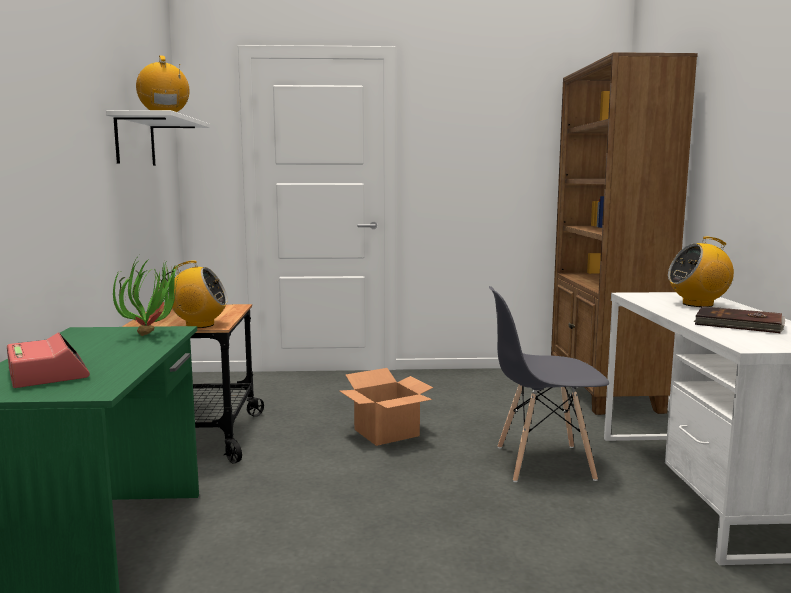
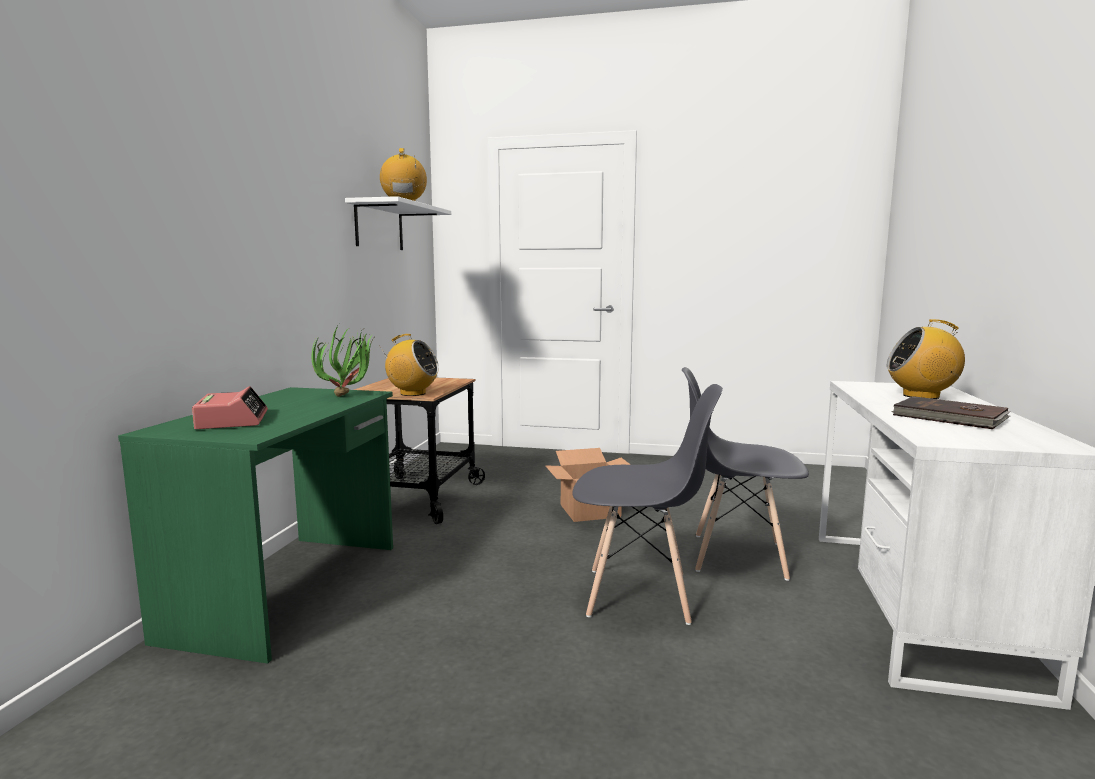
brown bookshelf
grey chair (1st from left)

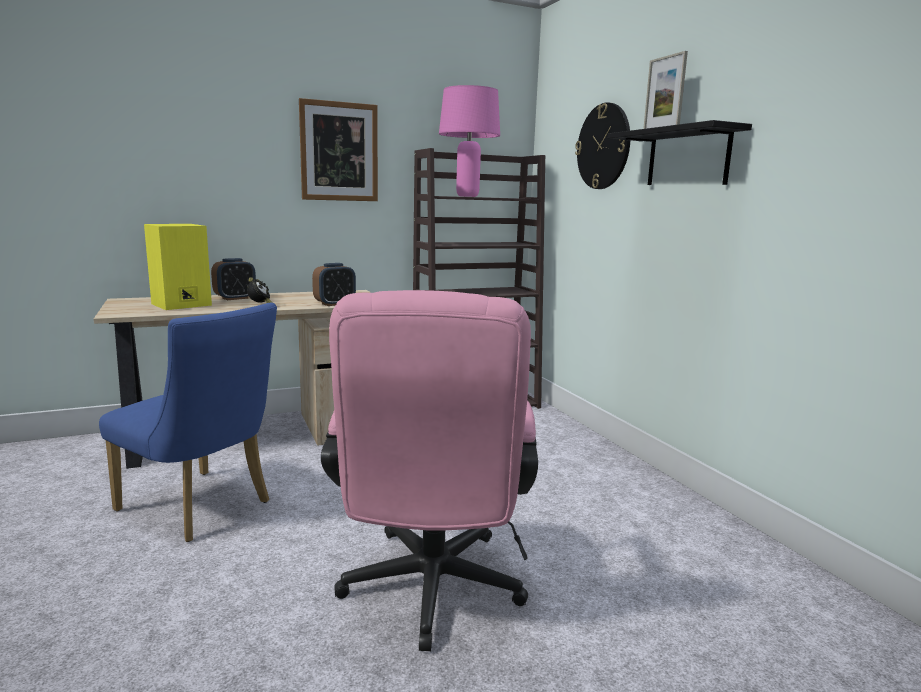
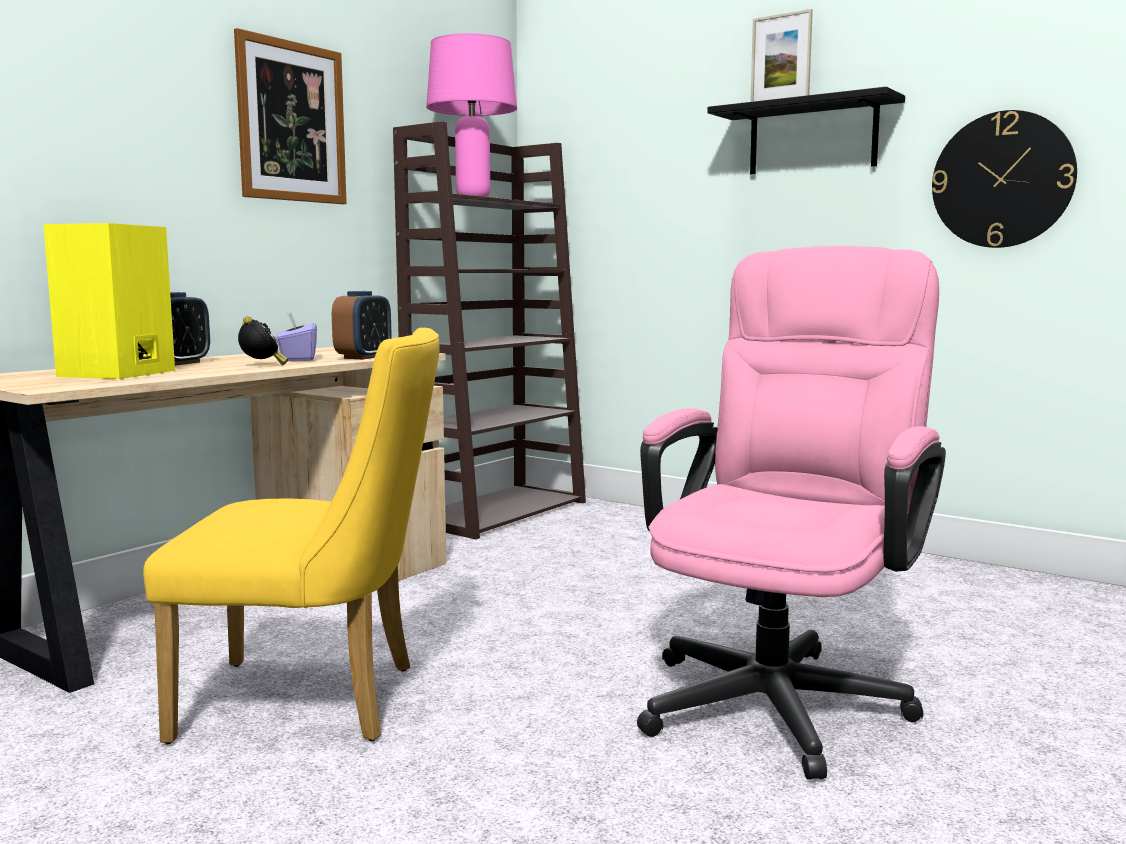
yellowish chair
pink-coloured office chair
hanging clock
purplish box of tissues

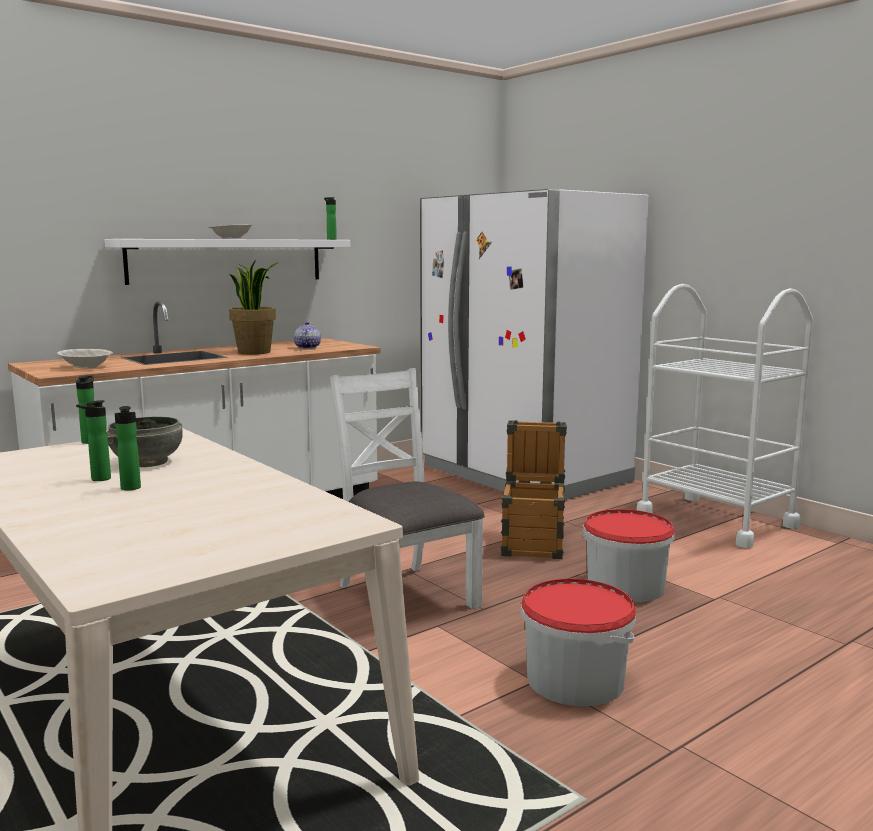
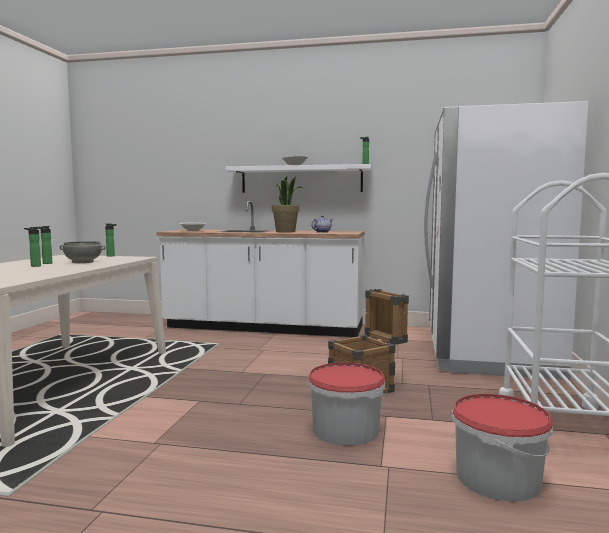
white chair
water bucket (2nd from left)

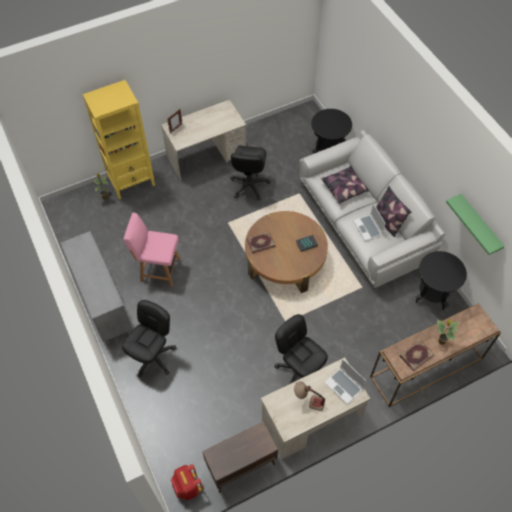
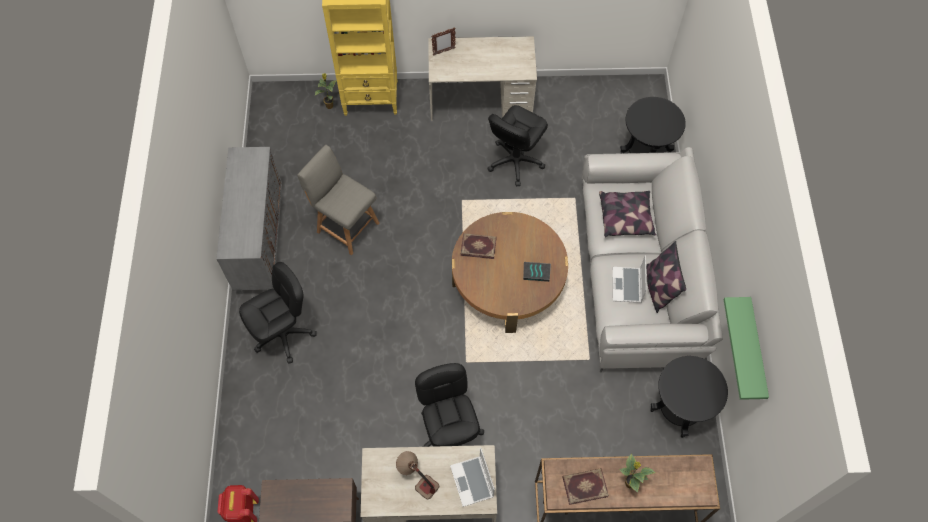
grey chair

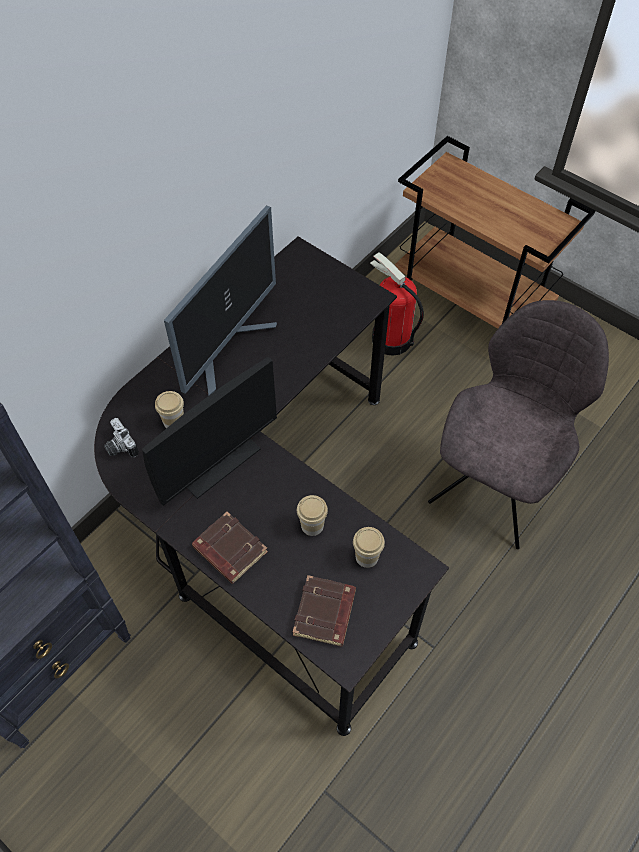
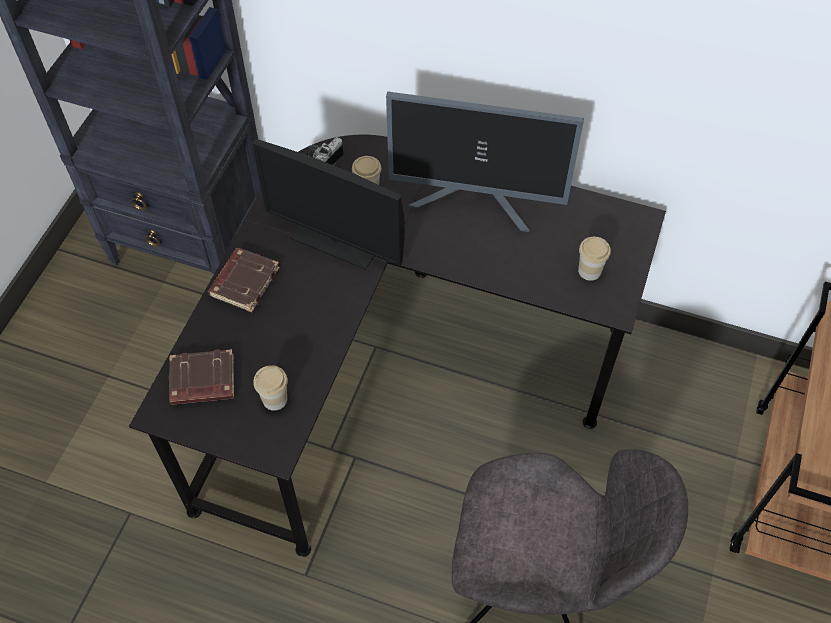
cup (3rd from left)
fire extinguisher

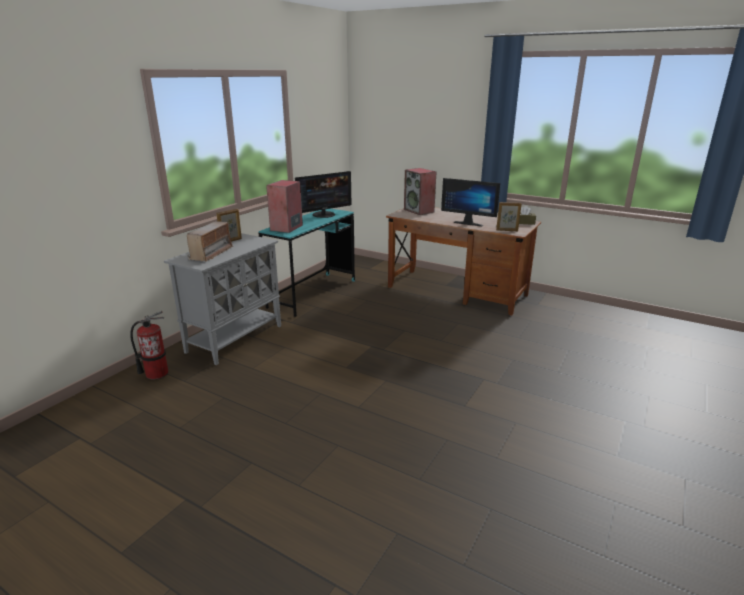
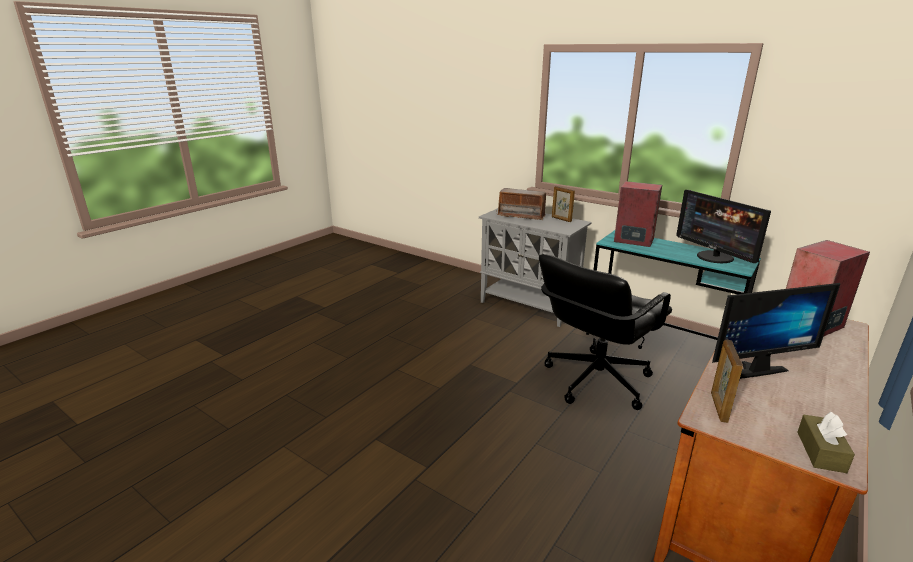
fire extinguisher
computer display (2nd from left)
black office chair

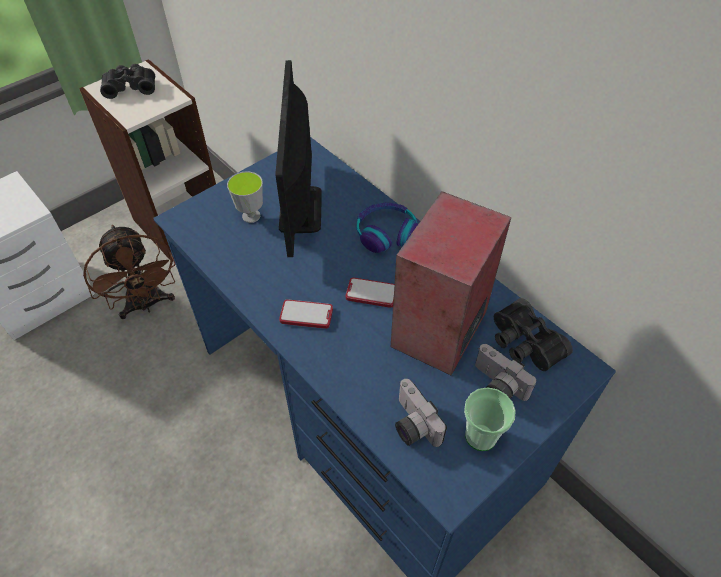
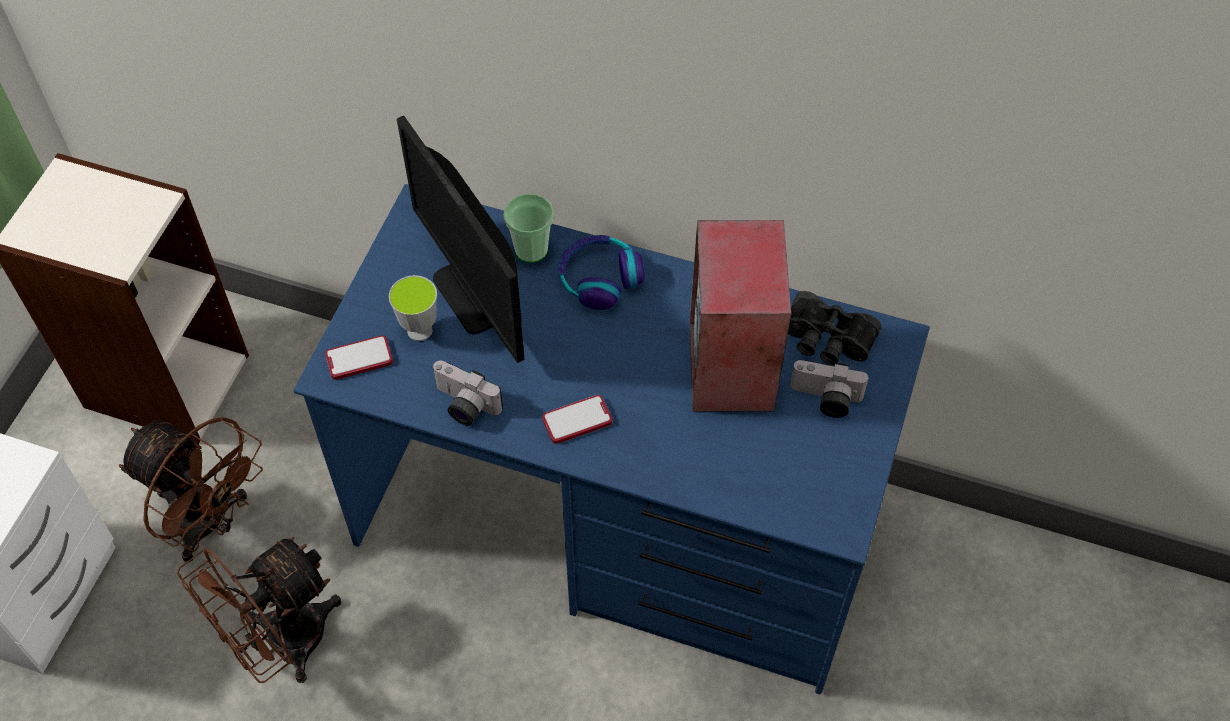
black field glasses (1st from left in the first image)
handset (1st from left)
photo camera (1st from left)
cup (2nd from left)
brown electric fan (2nd from left)

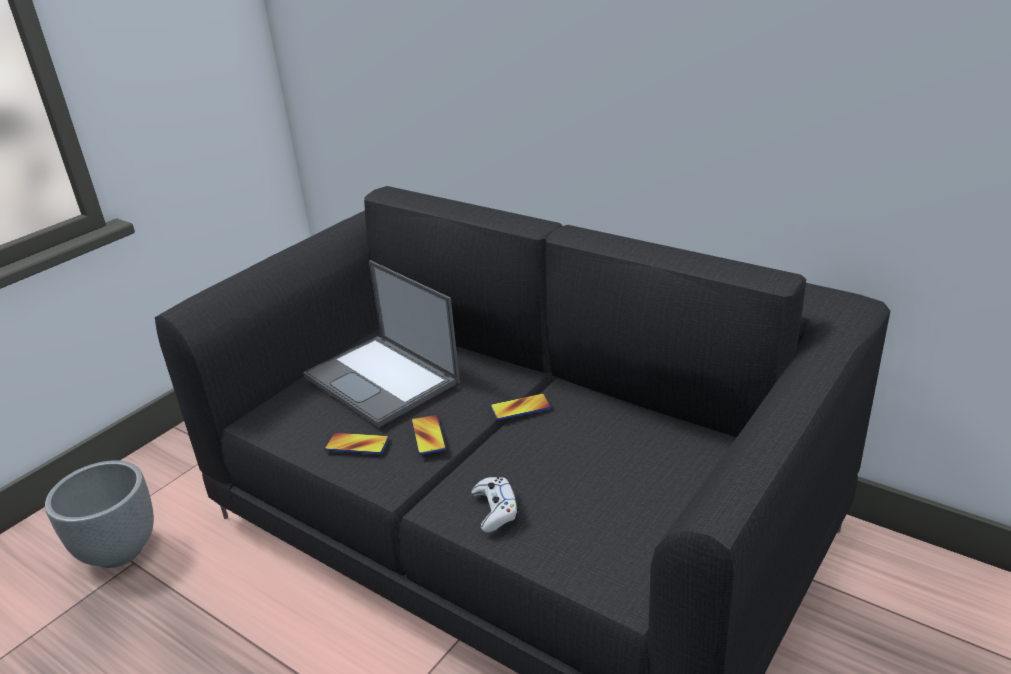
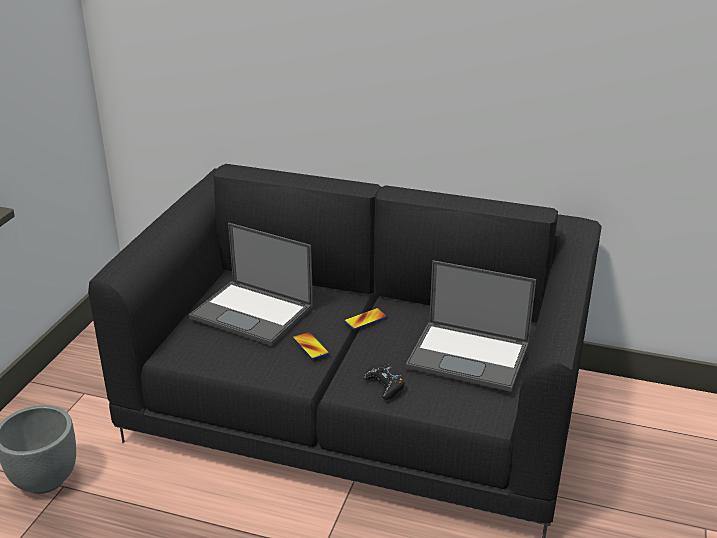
handset (1st from left in the first image)
black gamepad
laptop (2nd from left)

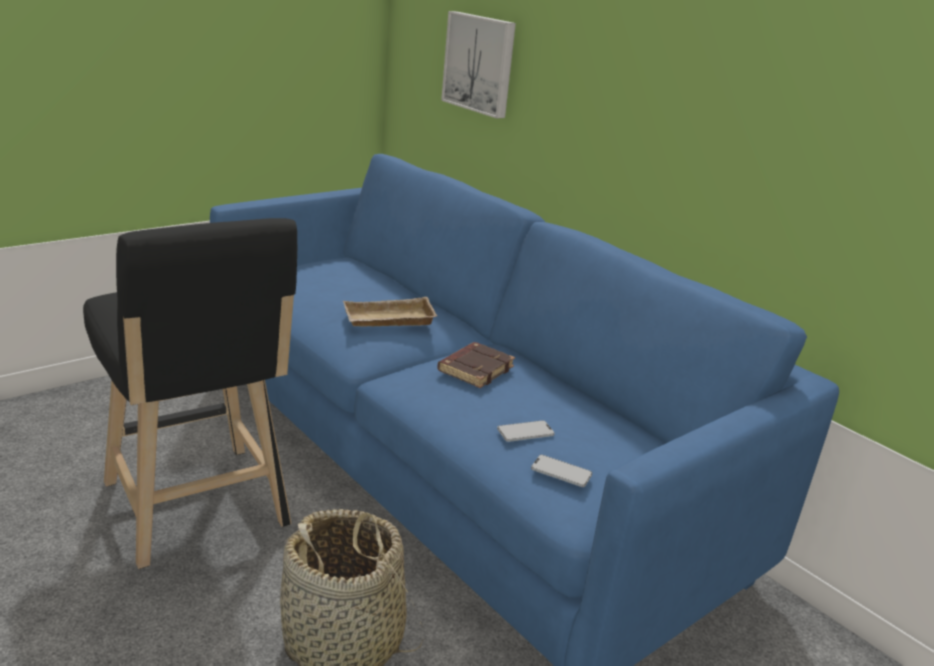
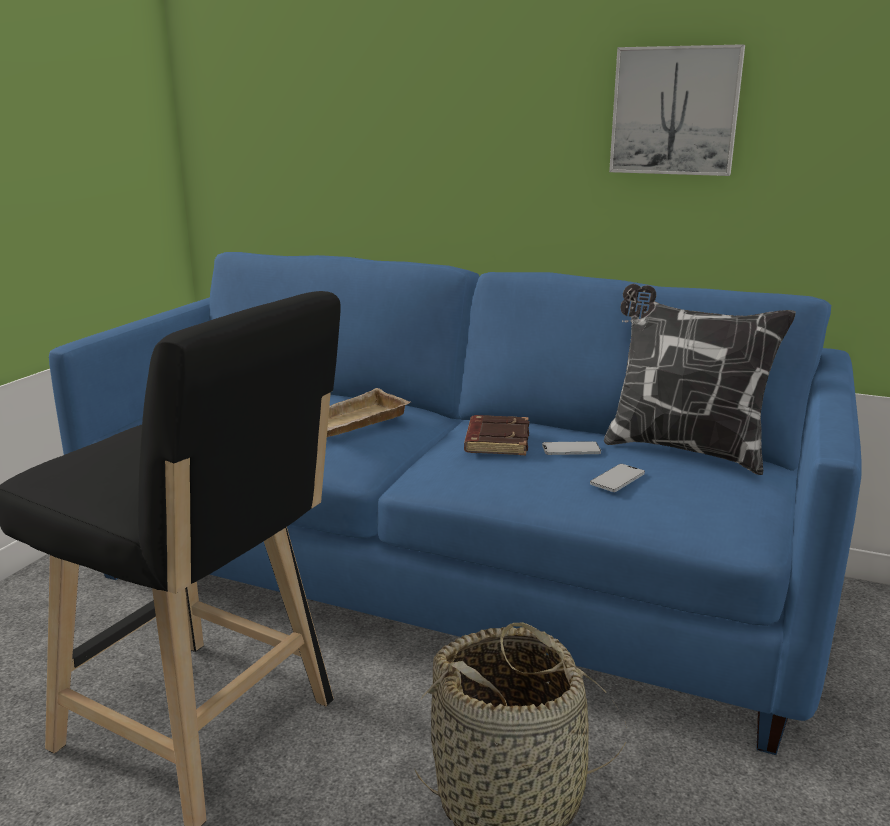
picture
handset (1st from left)
cushion

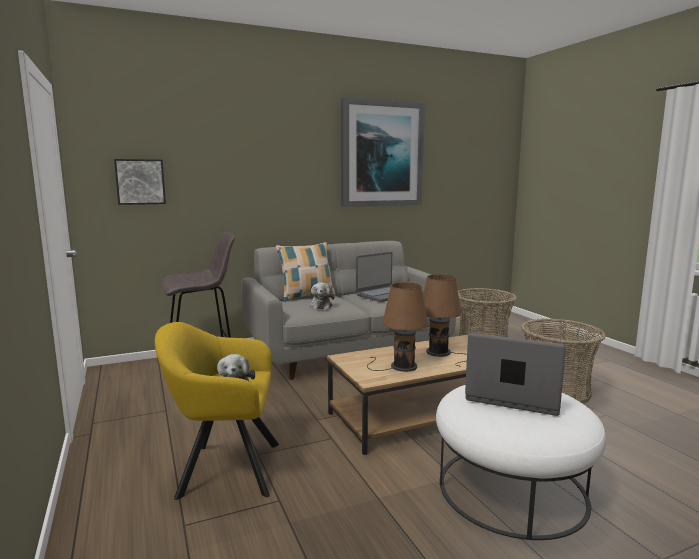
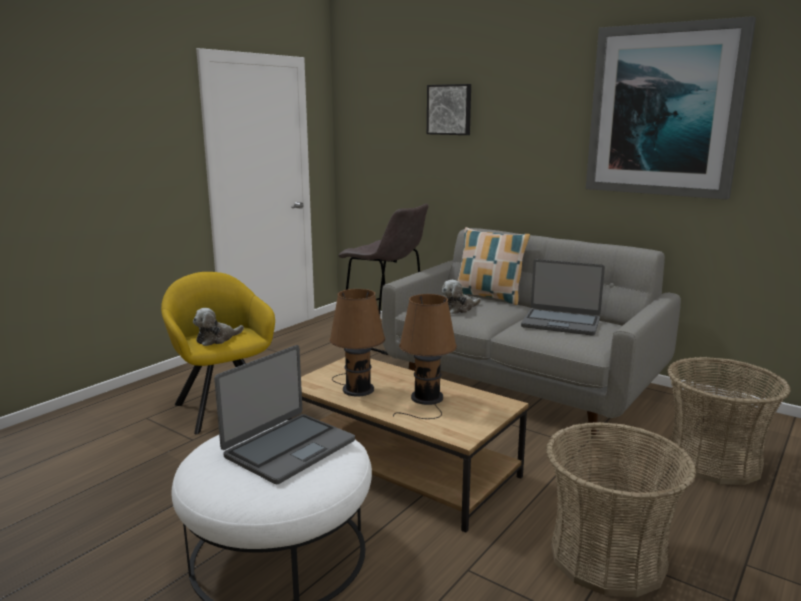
picture (1st from left)
laptop (1st from left)

